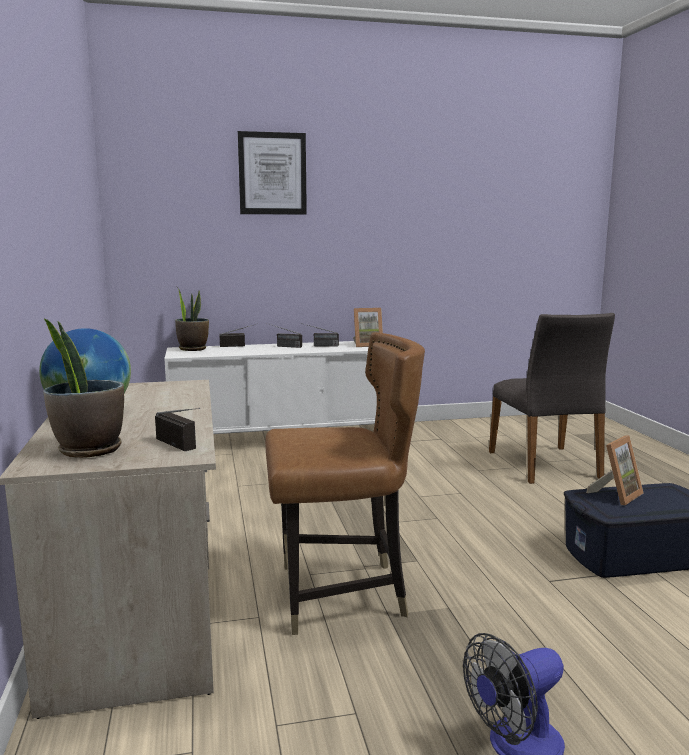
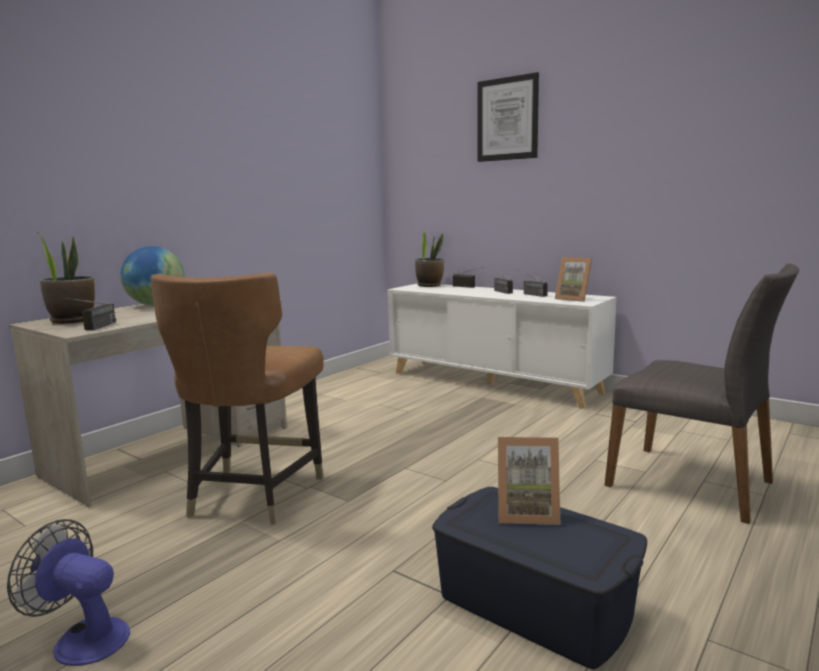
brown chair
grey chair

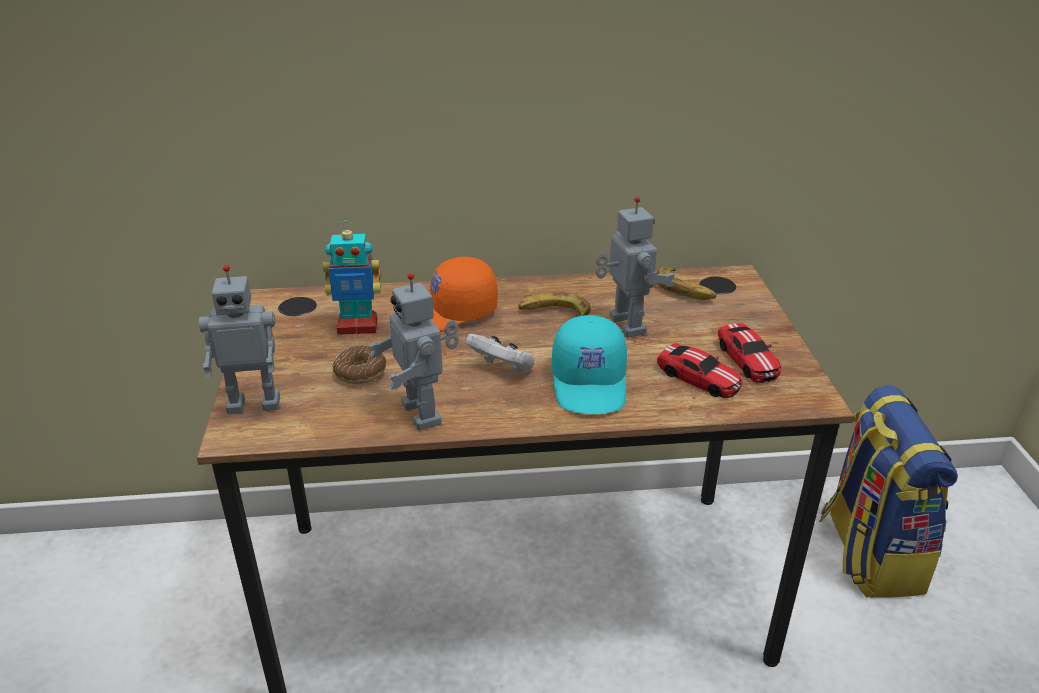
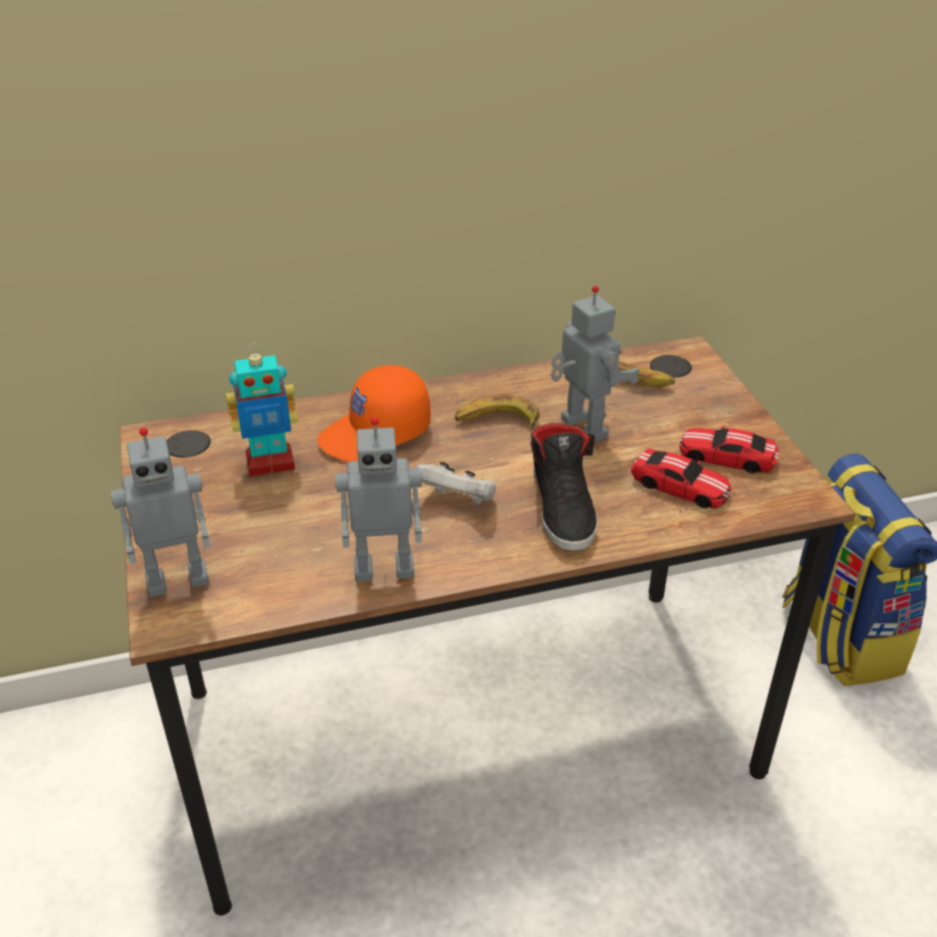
donut
model robot (3rd from left)
black low shoe
miniature car (2nd from left)

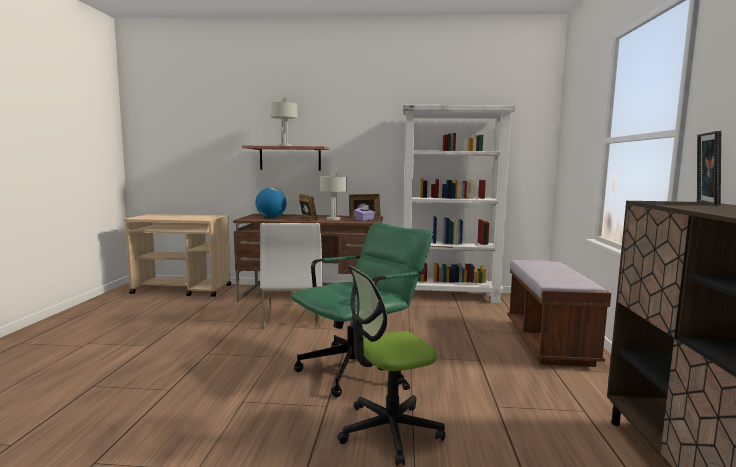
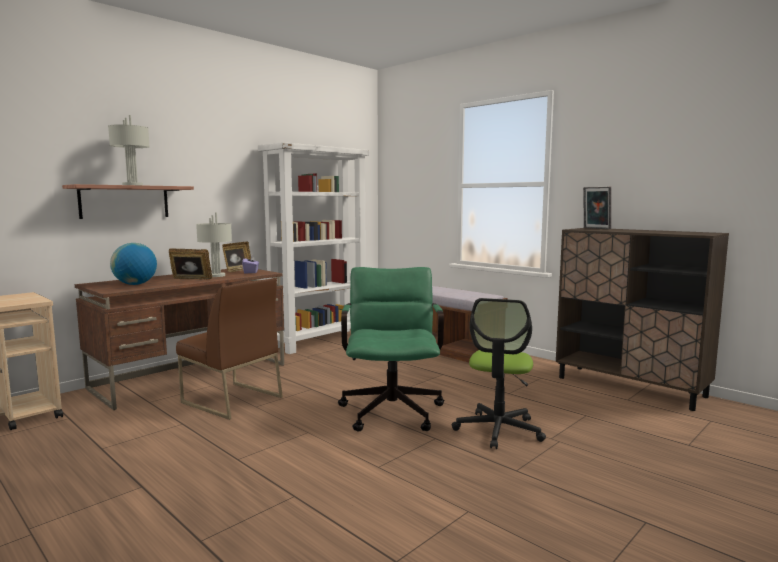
brown chair

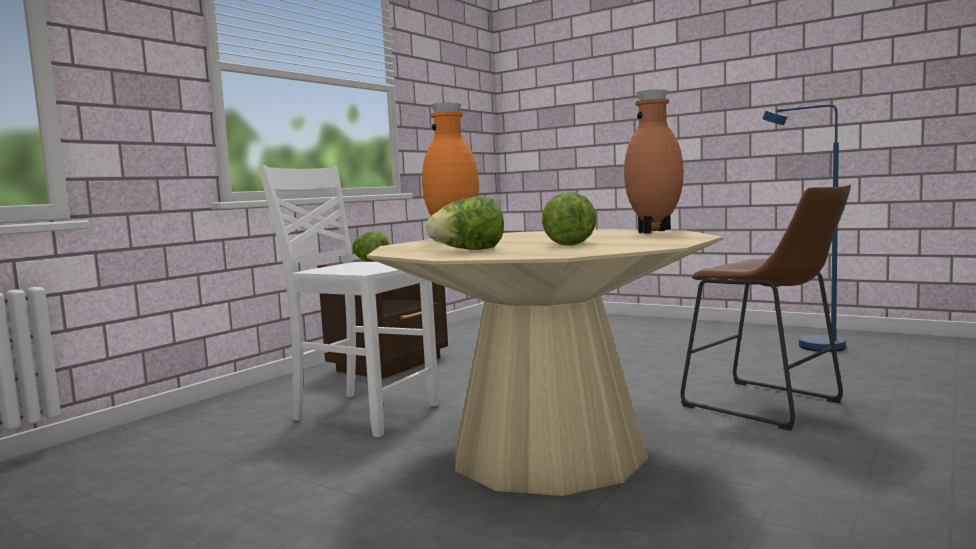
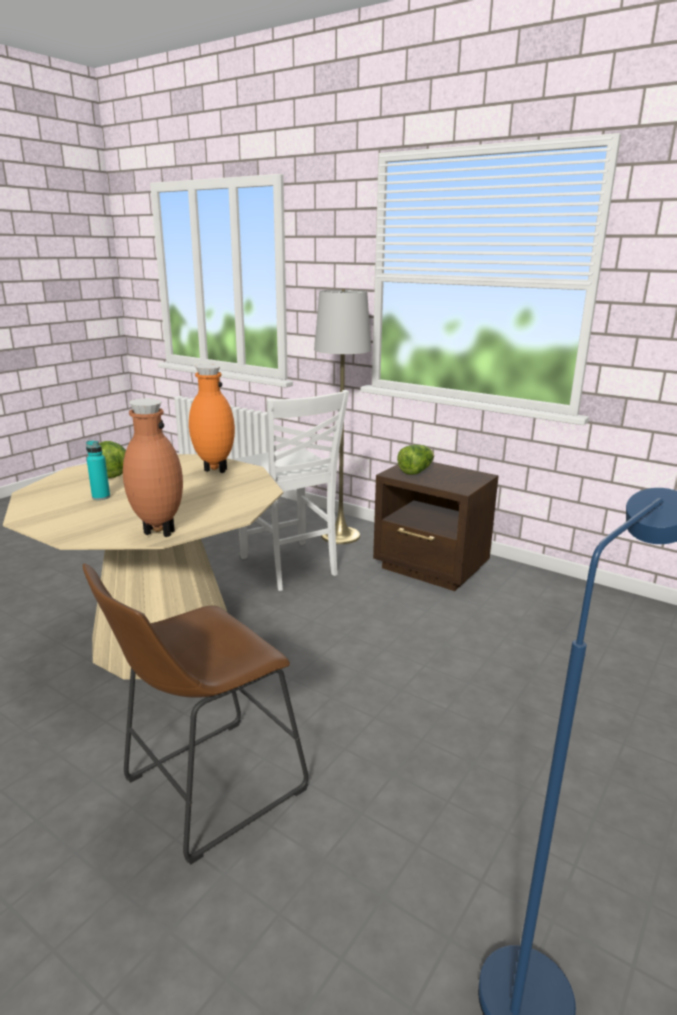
white chair
blue-green bottle
grey standard lamp

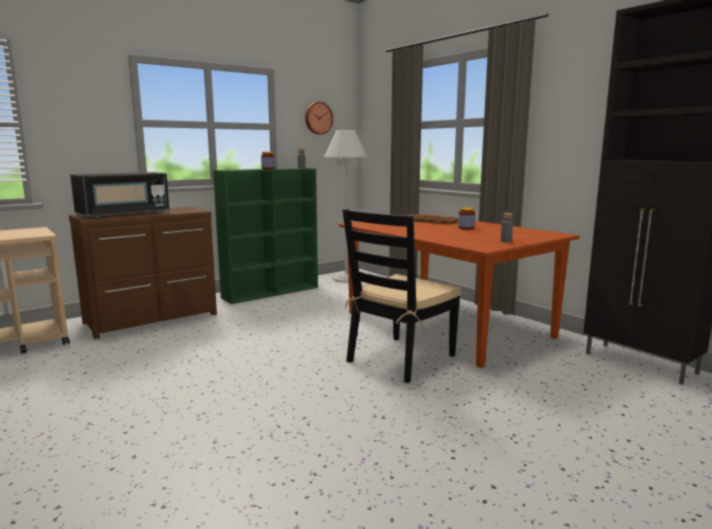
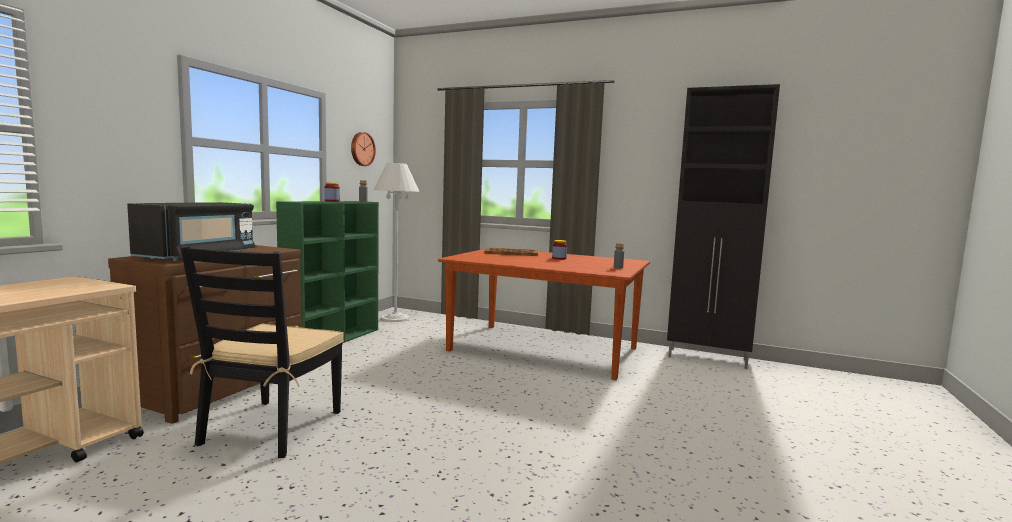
black chair

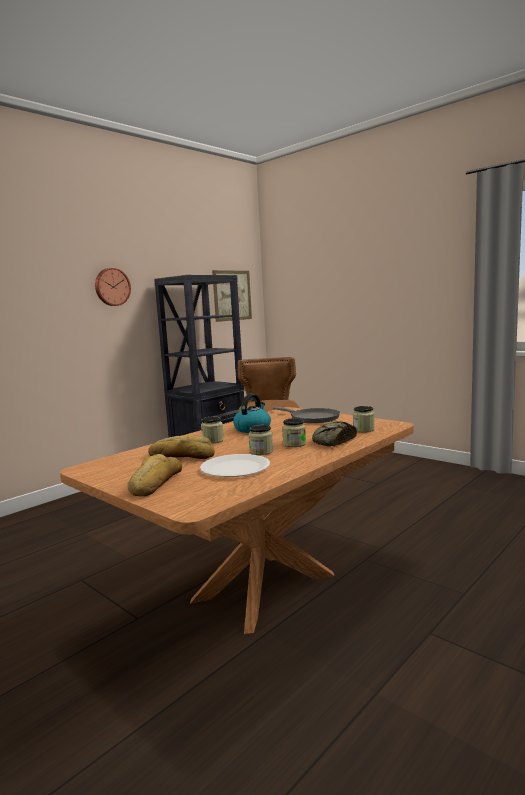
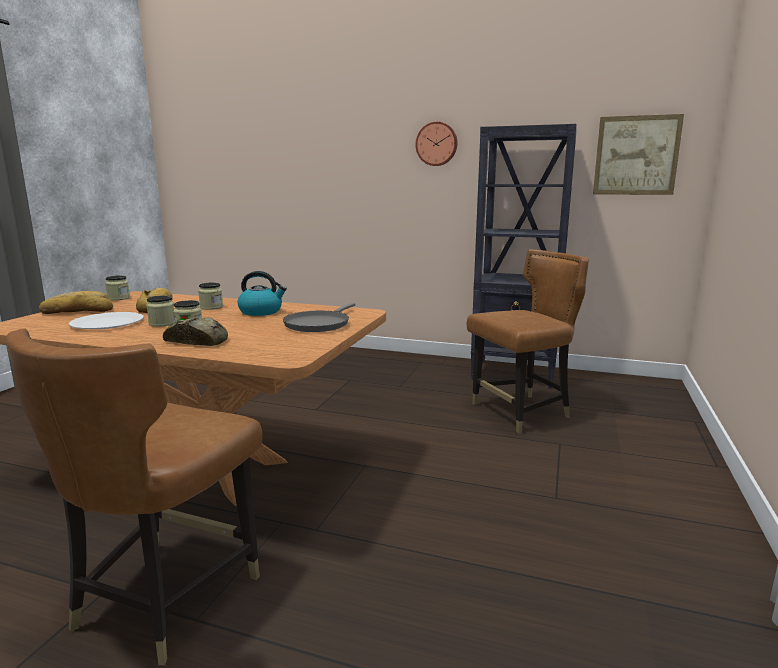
jar (1st from left)
brown chair (1st from left)

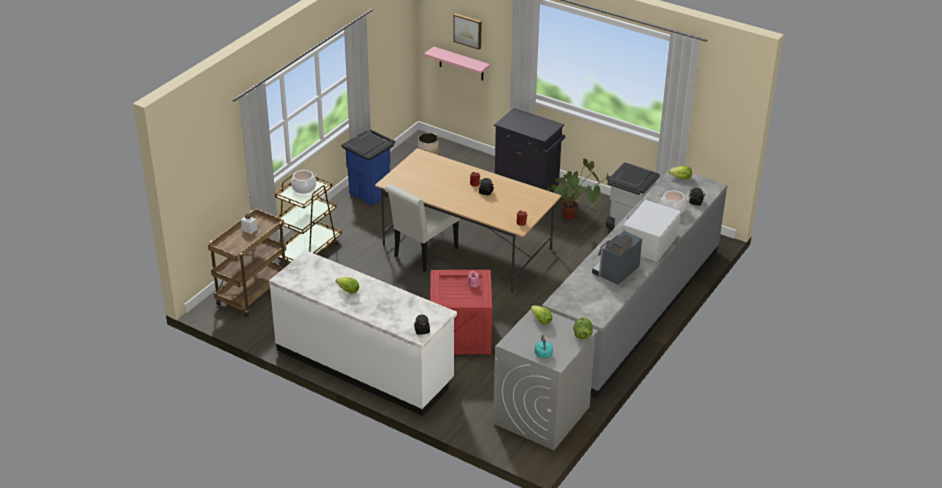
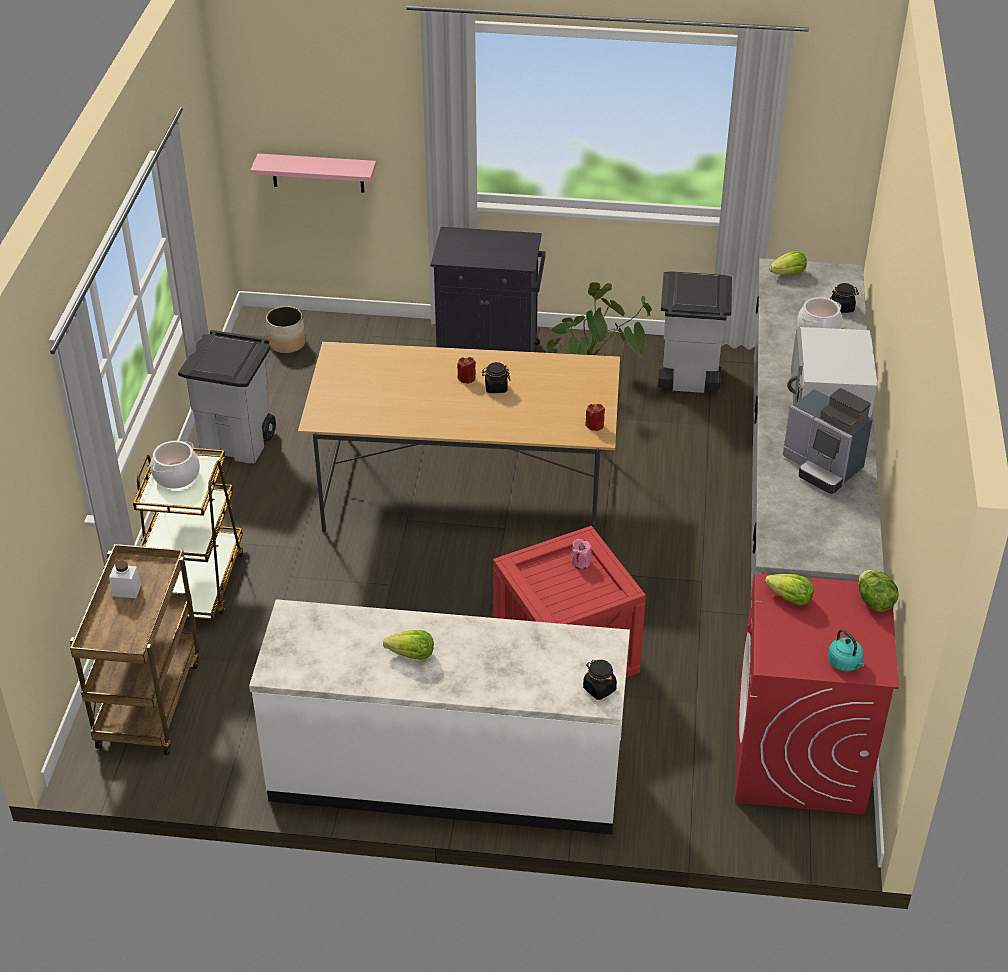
grey trash can (1st from left)
white chair
picture
red-coloured laundry appliance
coffee maker

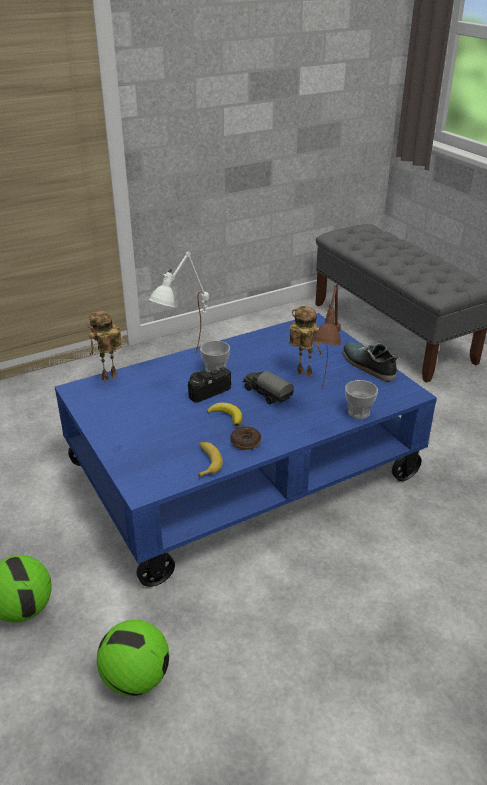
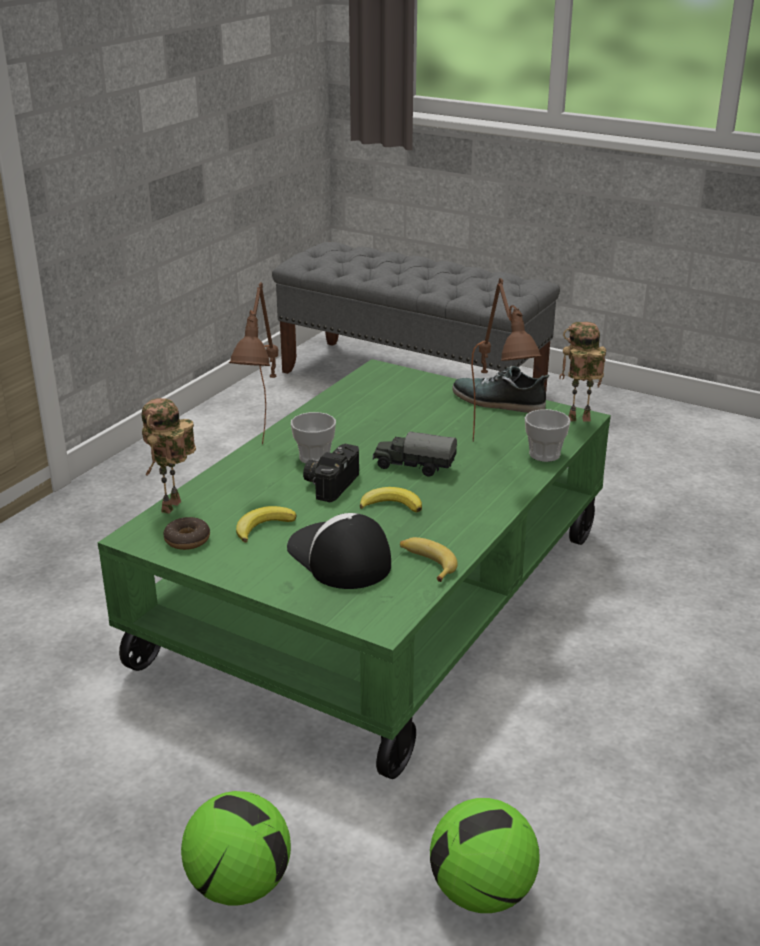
green coffee table
brown tabletop lamp (1st from left)
donut
model robot (2nd from left)
banana fruit (1st from left)
peaked cap

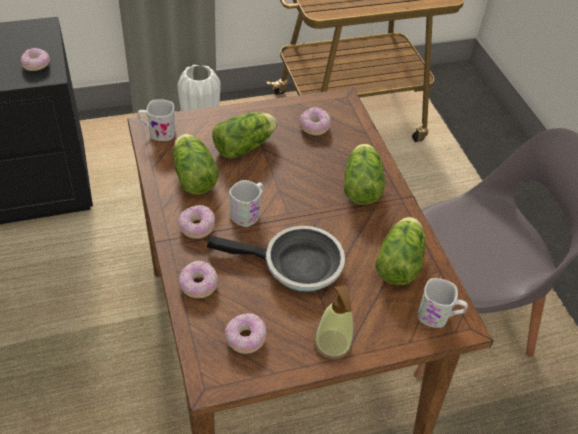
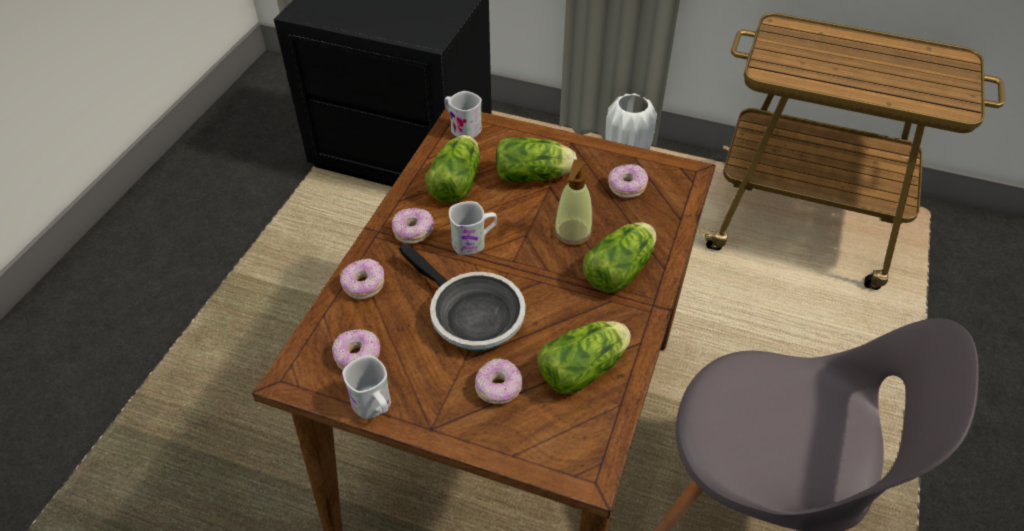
donut (4th from left)
liquid soap bottle
white tea mug (1st from left)

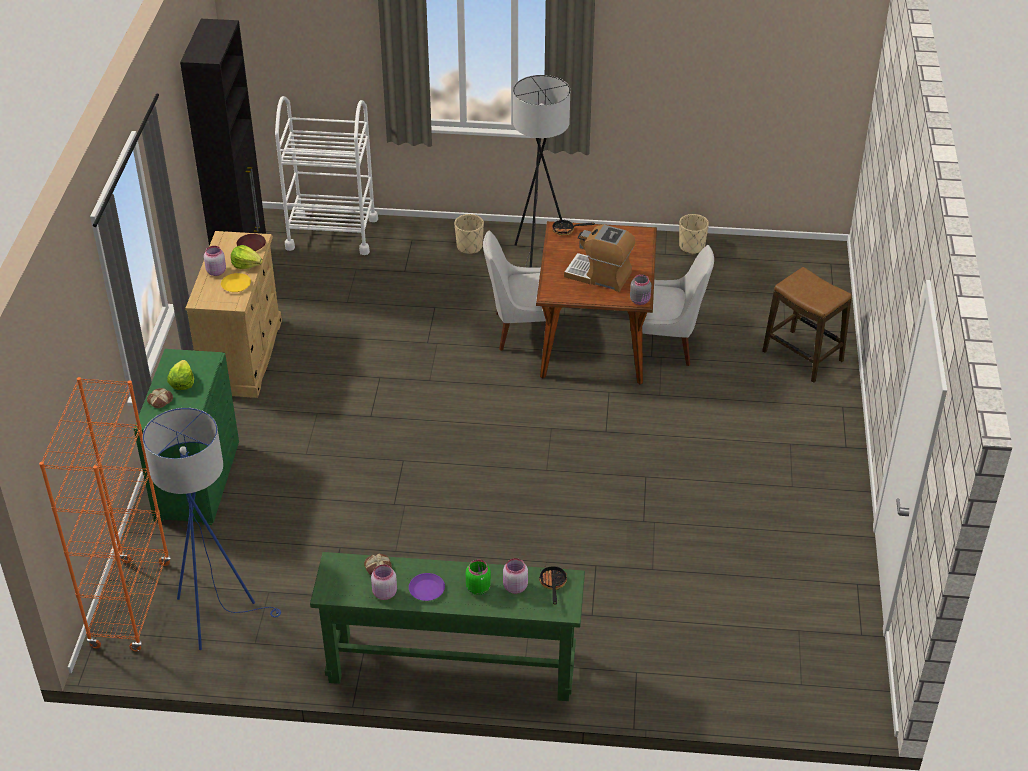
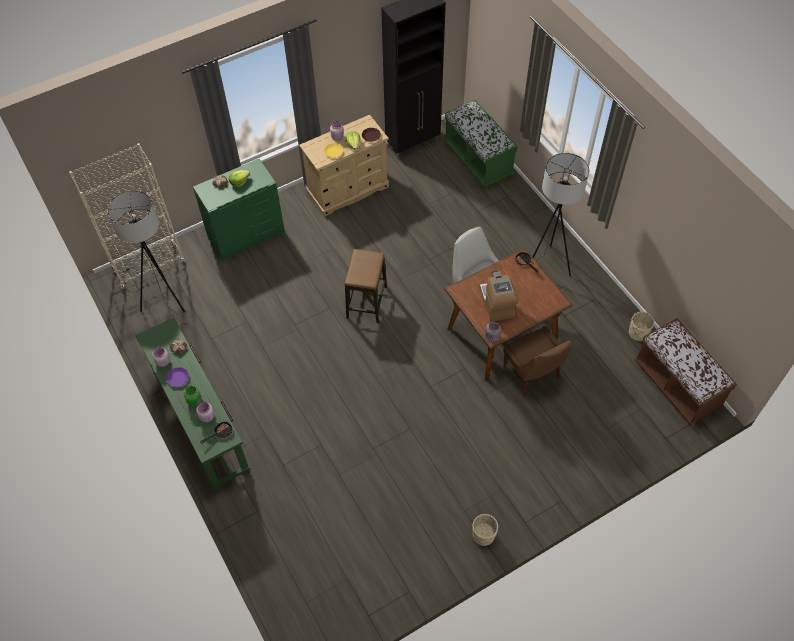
beige bookshelf
grey standard lamp (1st from left)
green bench
beige planter (1st from left)
brown chair
stool
brown bench

